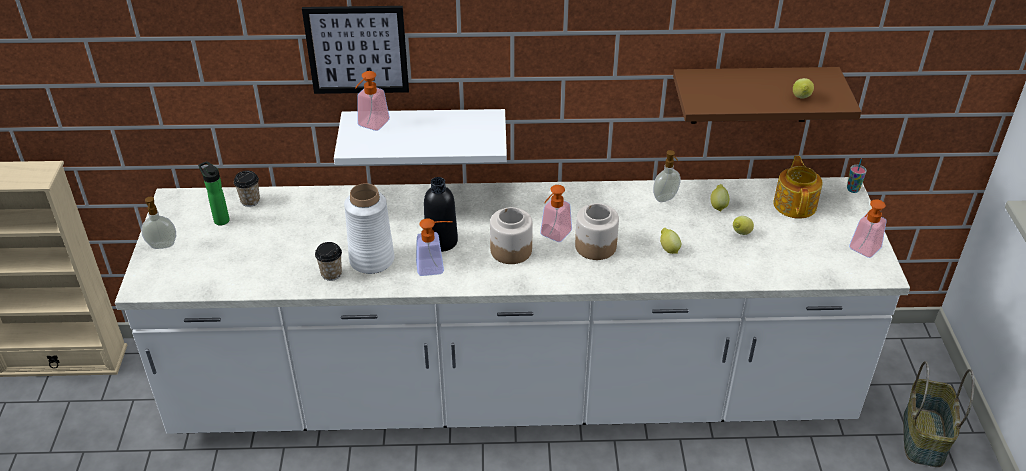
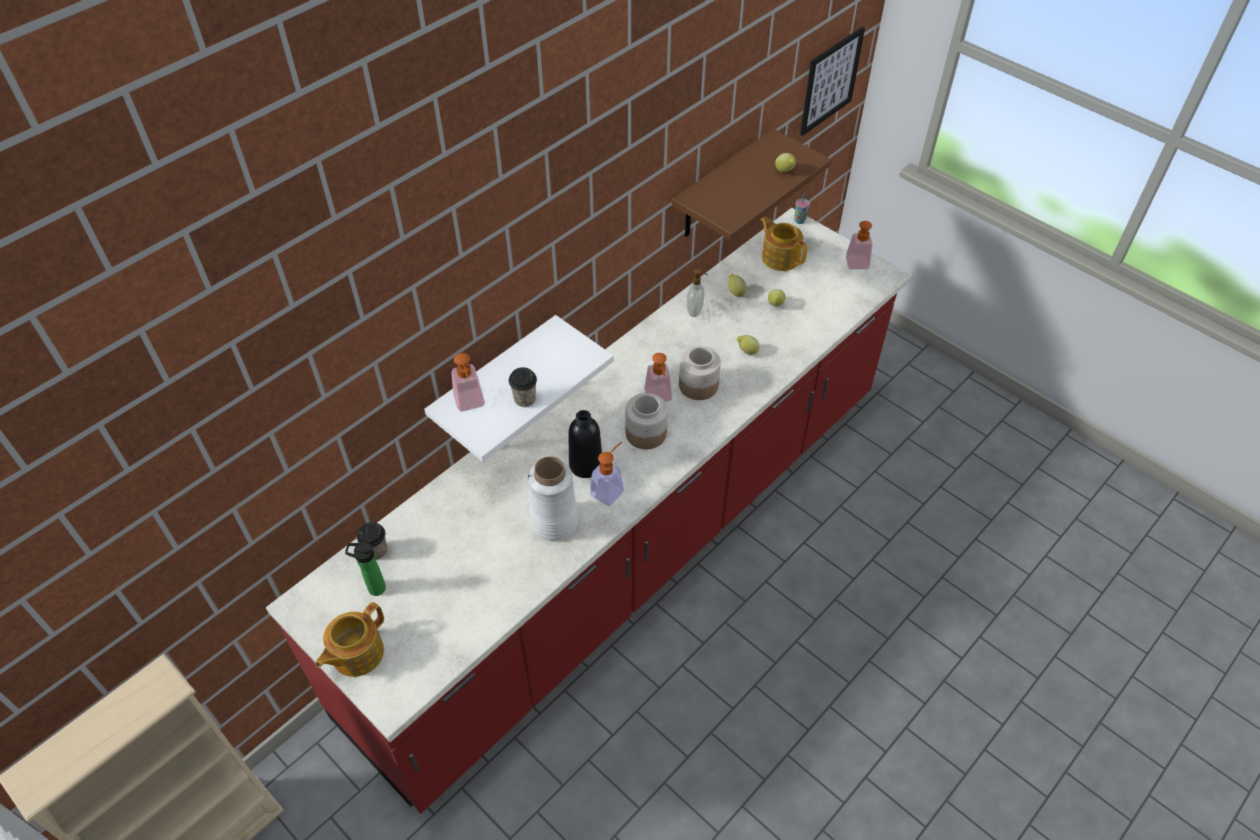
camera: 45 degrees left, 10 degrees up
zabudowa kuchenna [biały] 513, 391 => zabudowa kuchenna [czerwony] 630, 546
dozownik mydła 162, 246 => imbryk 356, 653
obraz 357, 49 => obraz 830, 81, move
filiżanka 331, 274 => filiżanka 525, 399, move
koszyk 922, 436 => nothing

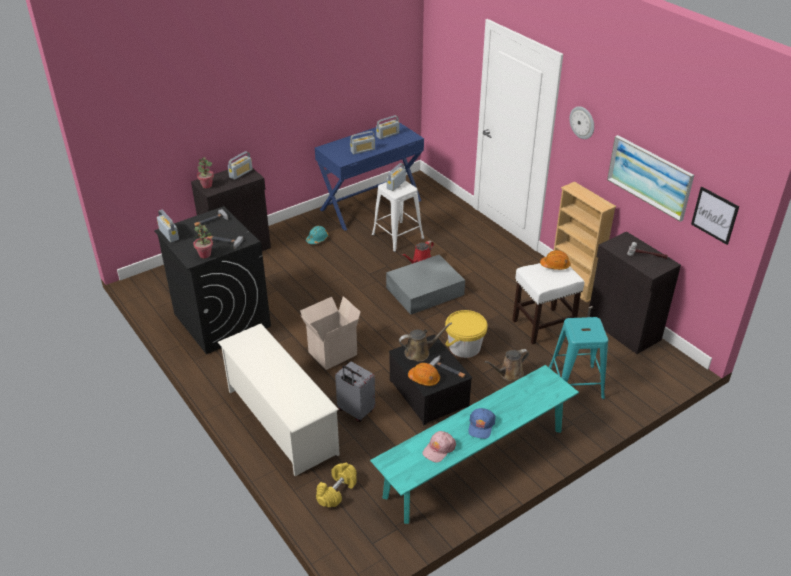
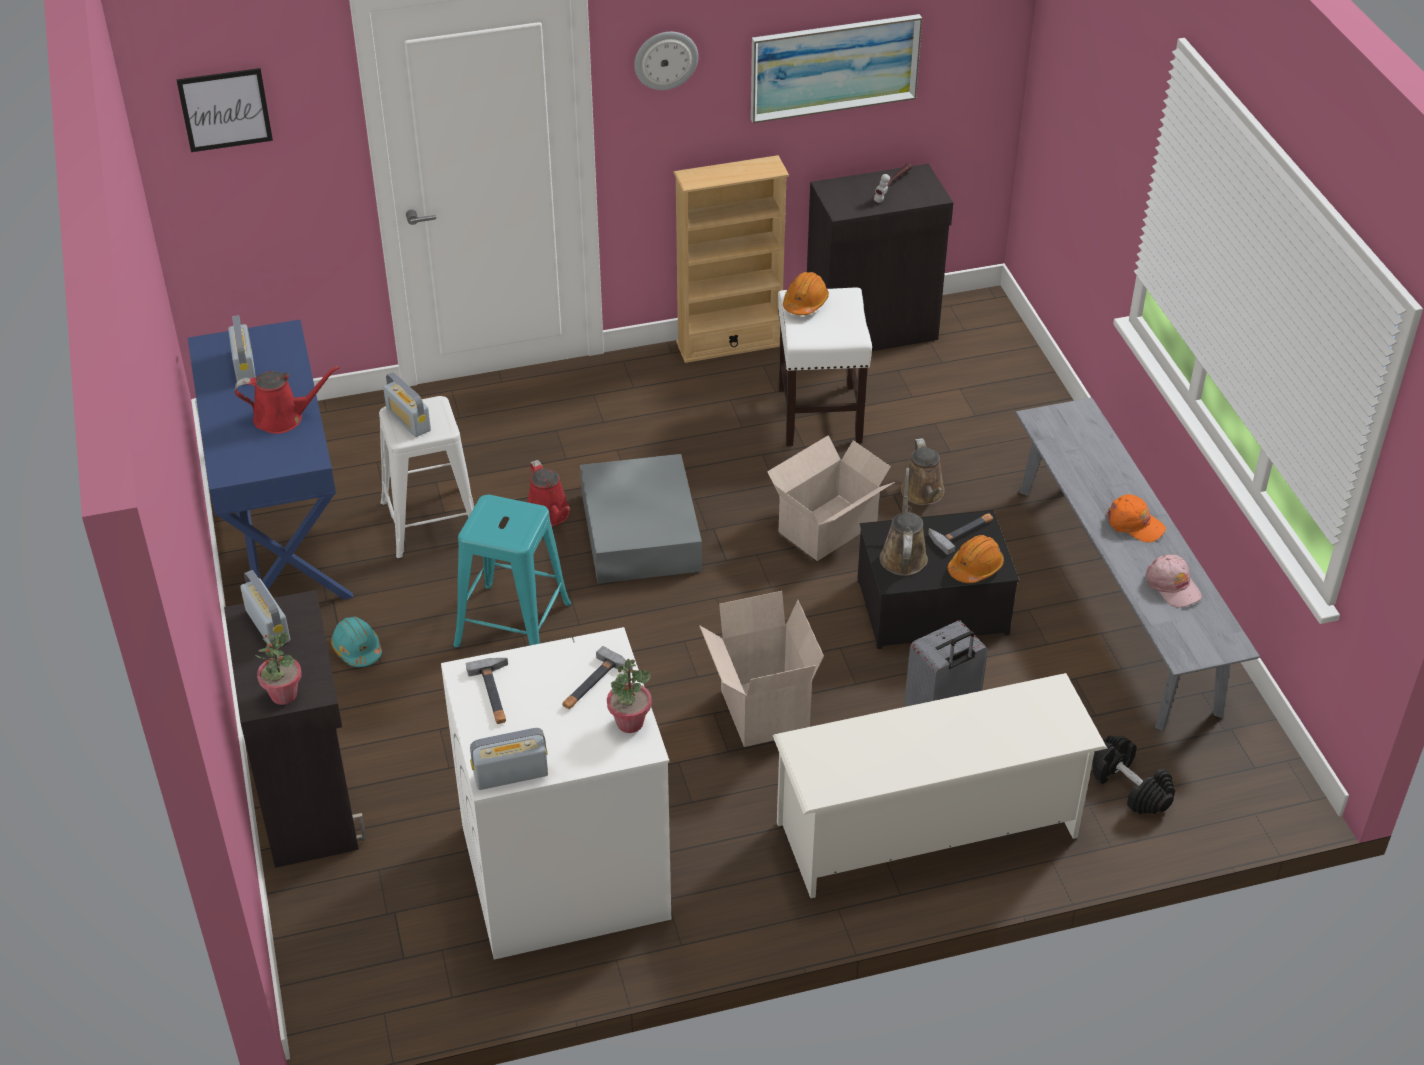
camera: 70 degrees left, 5 degrees up
pralka [czarny] 221, 319 => pralka [biały] 563, 873
hantel [żółty] 336, 491 => hantel [czarny] 1128, 787
radio 362, 150 => konewka [czerwony] 284, 418
ławka [turkusowy] 475, 462 => ławka [szary] 1116, 596
wiadro [żółty] 464, 347 => karton 830, 526
czapka z daszkiem [niebieski] 481, 426 => czapka z daszkiem [pomarańczowy] 1134, 524
stołek [turkusowy] 575, 383 => stołek [turkusowy] 513, 624, move
obraz 714, 215 => obraz 225, 109, move

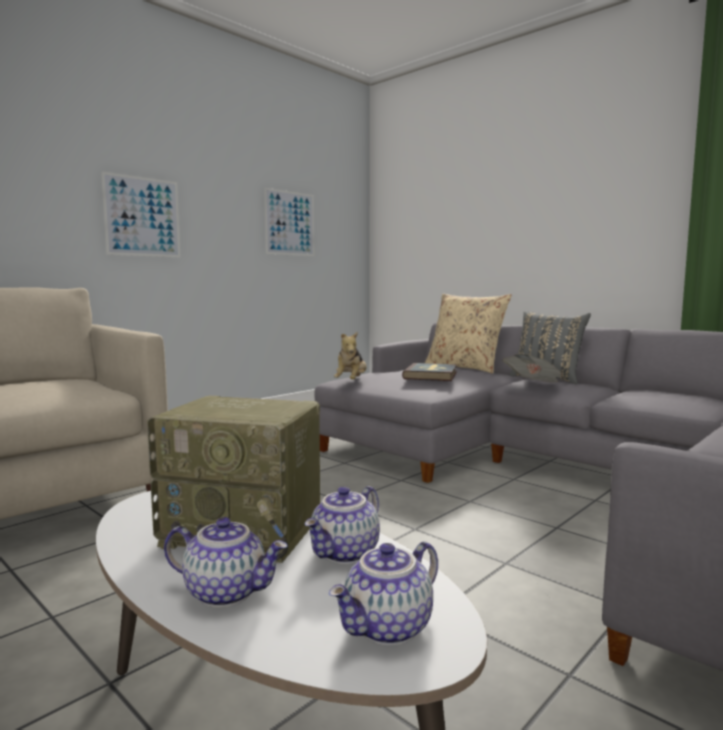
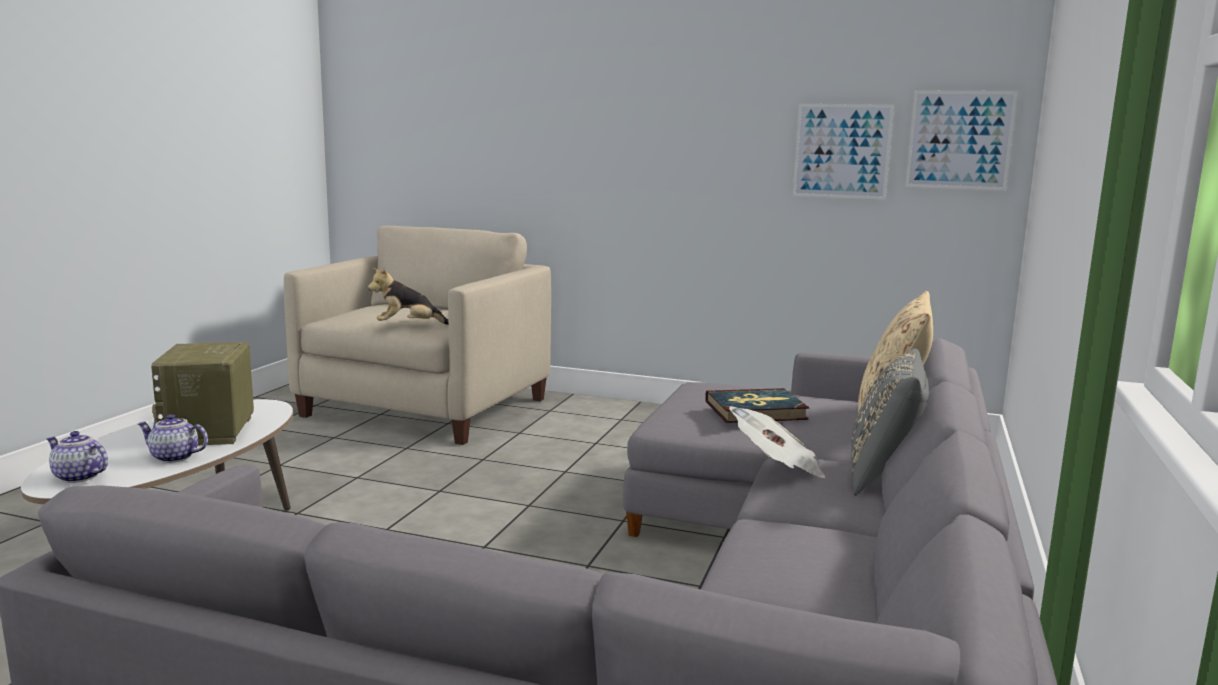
camera: 65 degrees right, 5 degrees up
obraz 142, 217 => obraz 959, 140, move
imbryk 227, 592 => nothing
pluszak 351, 382 => pluszak 408, 326, move

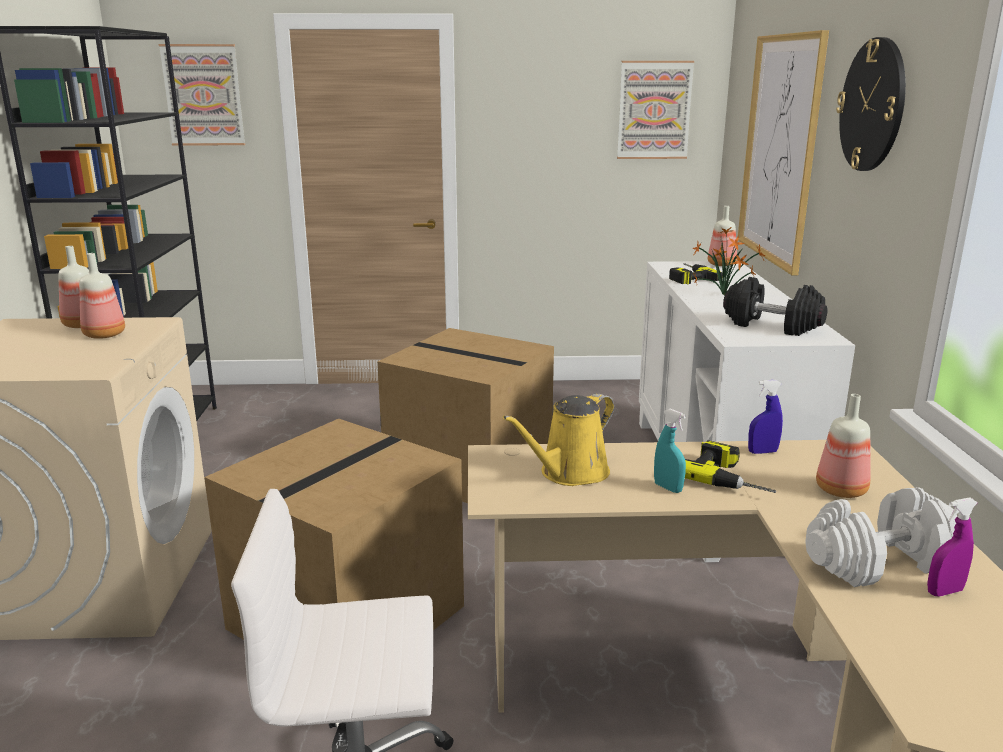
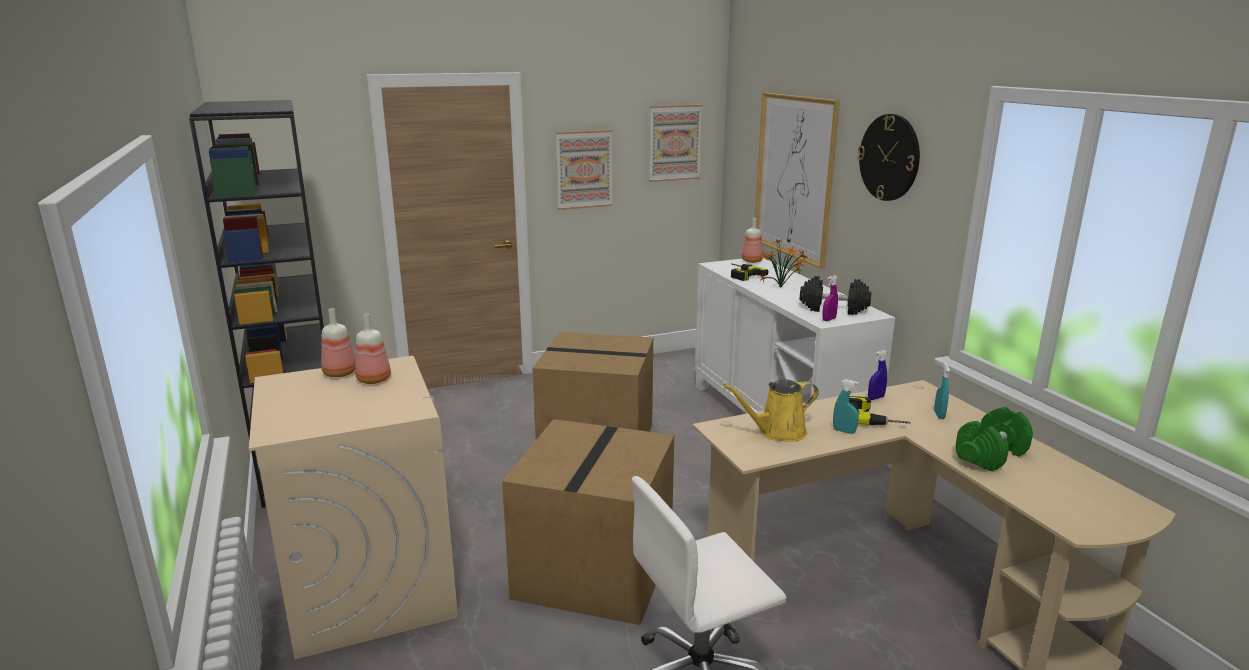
camera: 20 degrees left, 0 degrees up
obraz 203, 95 => obraz 584, 169, move
konewka [żółty] 569, 473 => konewka [żółty] 777, 432, 45 degrees clockwise
hantel [biały] 877, 561 => hantel [zielony] 990, 454
butelka 842, 490 => spryskiwacz [turkusowy] 939, 415
spryskiwacz [fioletowy] 944, 591 => spryskiwacz [fioletowy] 829, 319, move

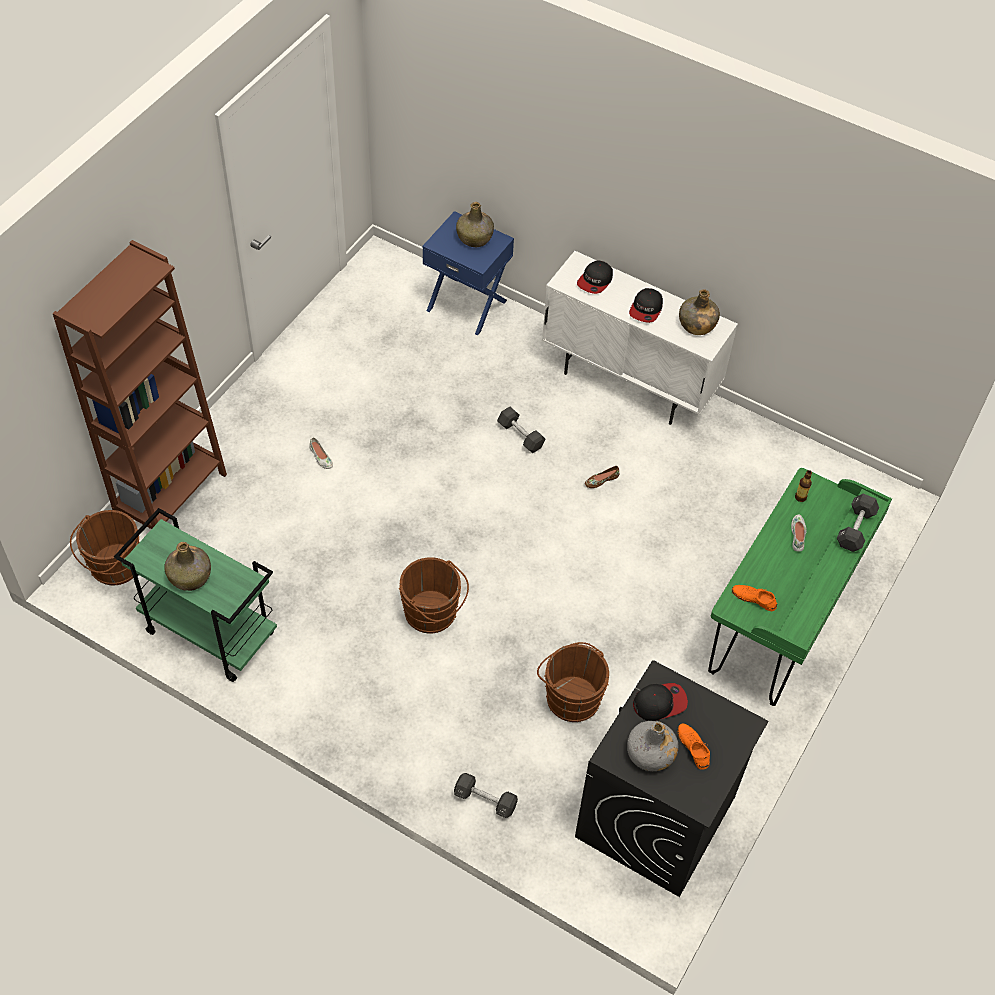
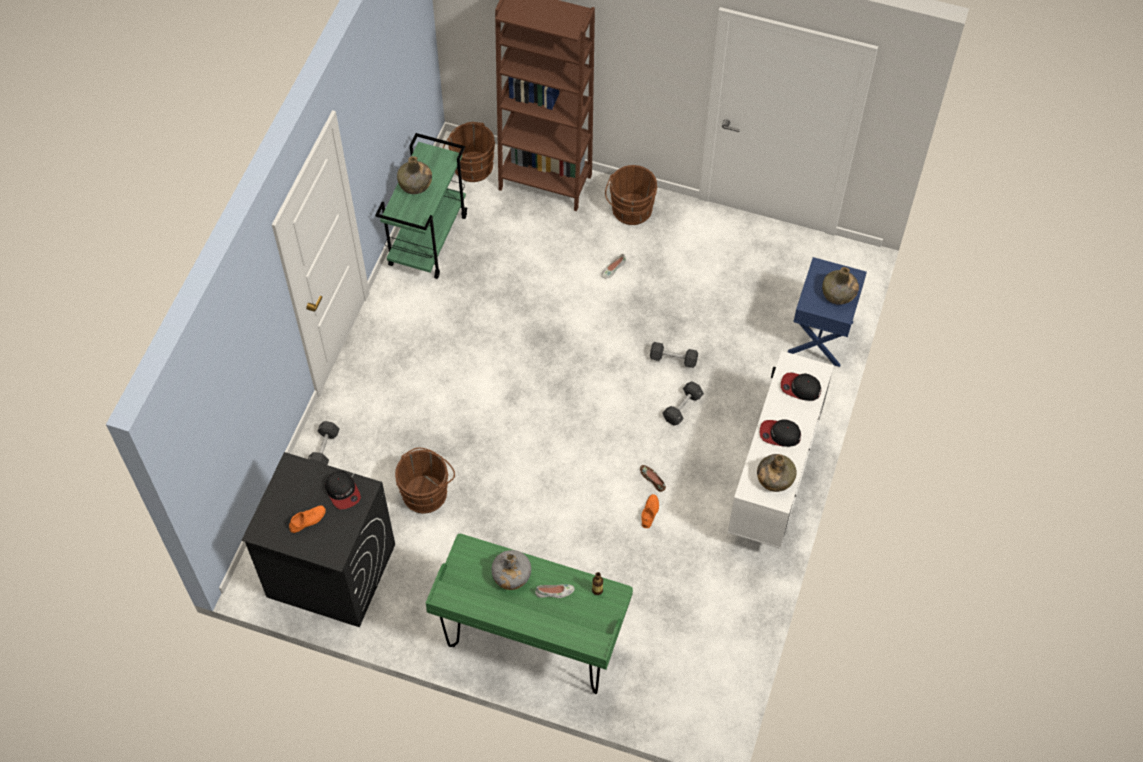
camera: 80 degrees right, 5 degrees up
wiadro [brązowy] 433, 614 => wiadro [brązowy] 631, 211, move
butelka [szary] 650, 754 => butelka [szary] 511, 575, move
but [pomarańczowy] 754, 599 => but [pomarańczowy] 650, 512, move
hantel [czarny] 855, 529 => hantel [czarny] 673, 359, move

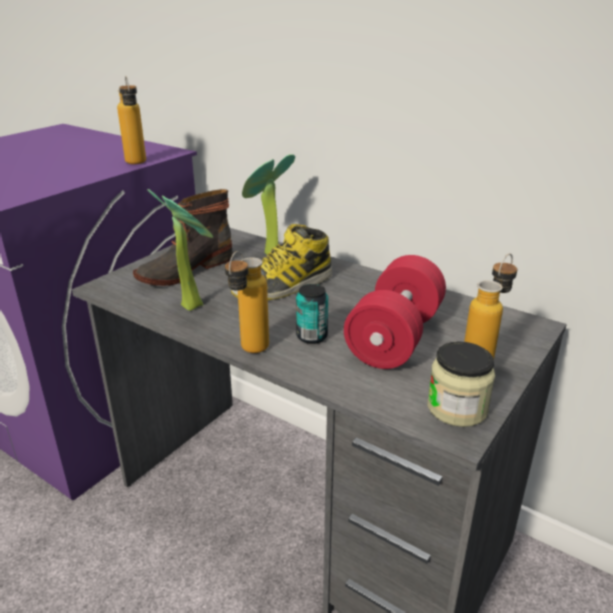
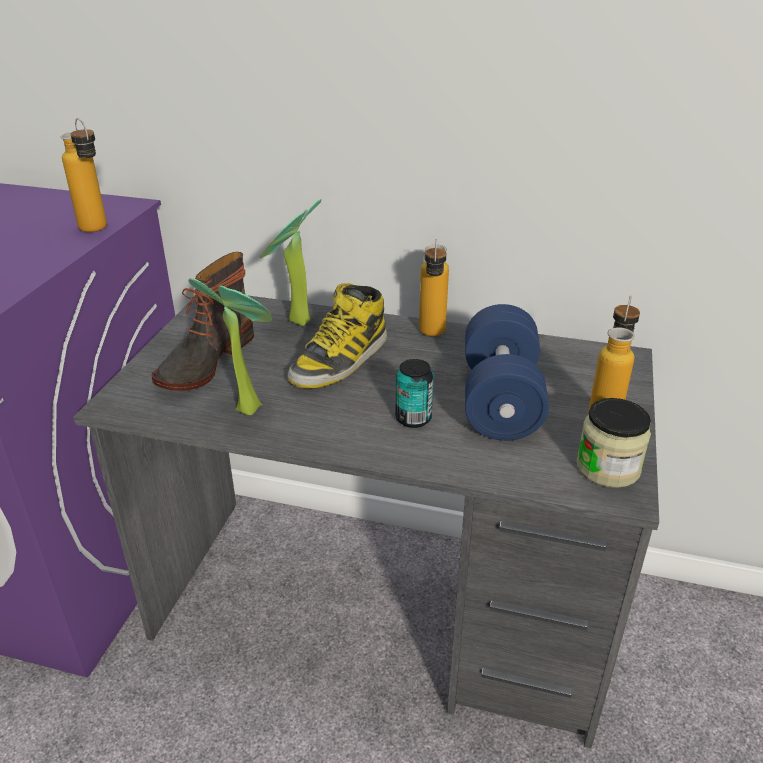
camera: 20 degrees left, 5 degrees up
butelka 249, 352 => butelka 432, 336, move
hantel [czerwony] 395, 337 => hantel [niebieski] 500, 400

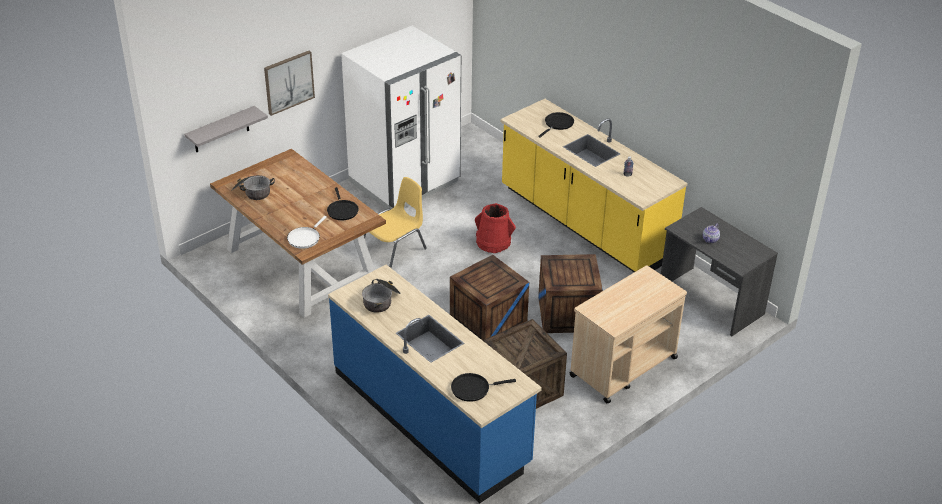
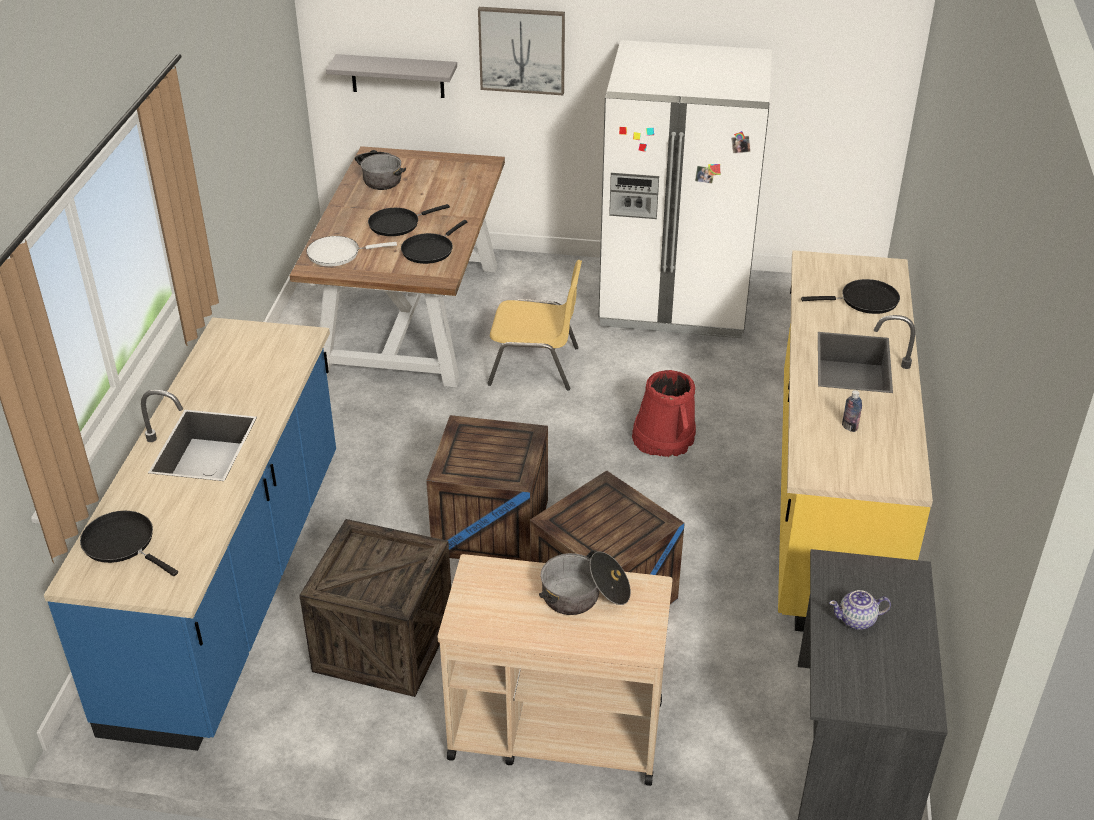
camera: 50 degrees right, 0 degrees up
garnek 381, 301 => garnek 584, 596, move
nothing => patelnia [czarny] 397, 224

